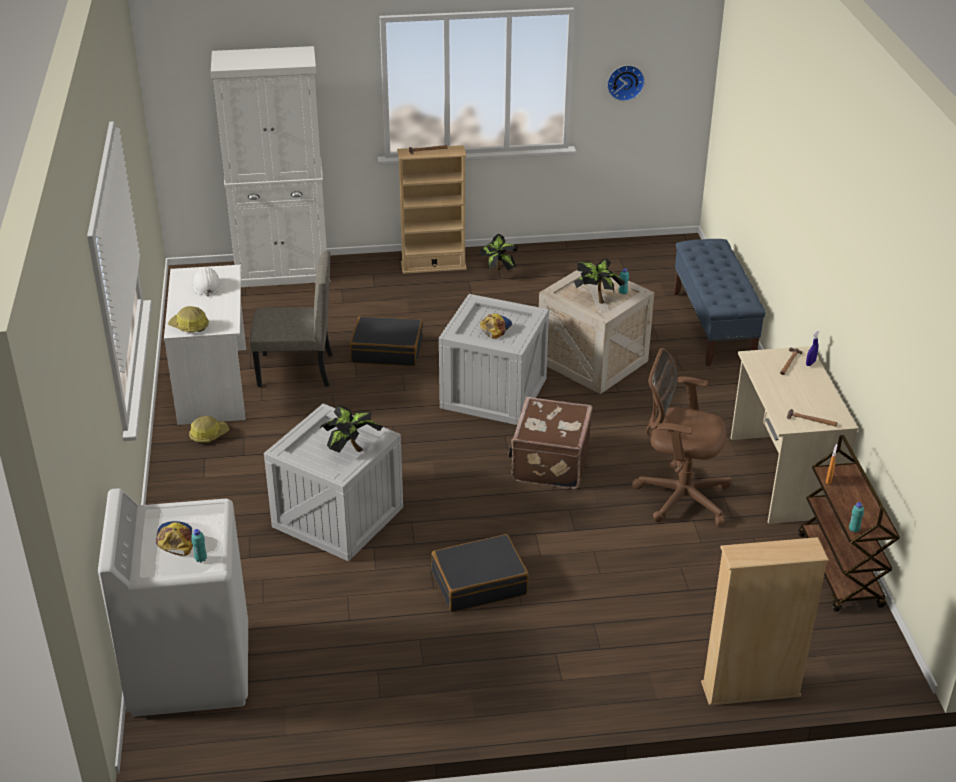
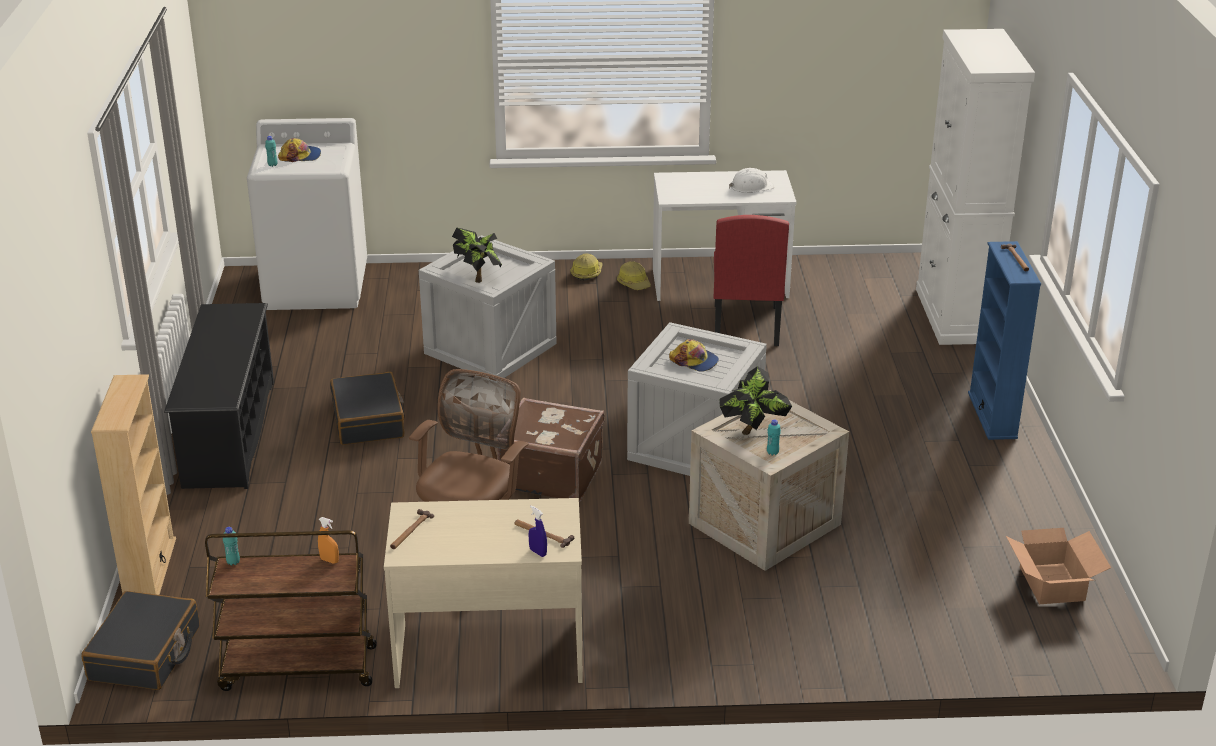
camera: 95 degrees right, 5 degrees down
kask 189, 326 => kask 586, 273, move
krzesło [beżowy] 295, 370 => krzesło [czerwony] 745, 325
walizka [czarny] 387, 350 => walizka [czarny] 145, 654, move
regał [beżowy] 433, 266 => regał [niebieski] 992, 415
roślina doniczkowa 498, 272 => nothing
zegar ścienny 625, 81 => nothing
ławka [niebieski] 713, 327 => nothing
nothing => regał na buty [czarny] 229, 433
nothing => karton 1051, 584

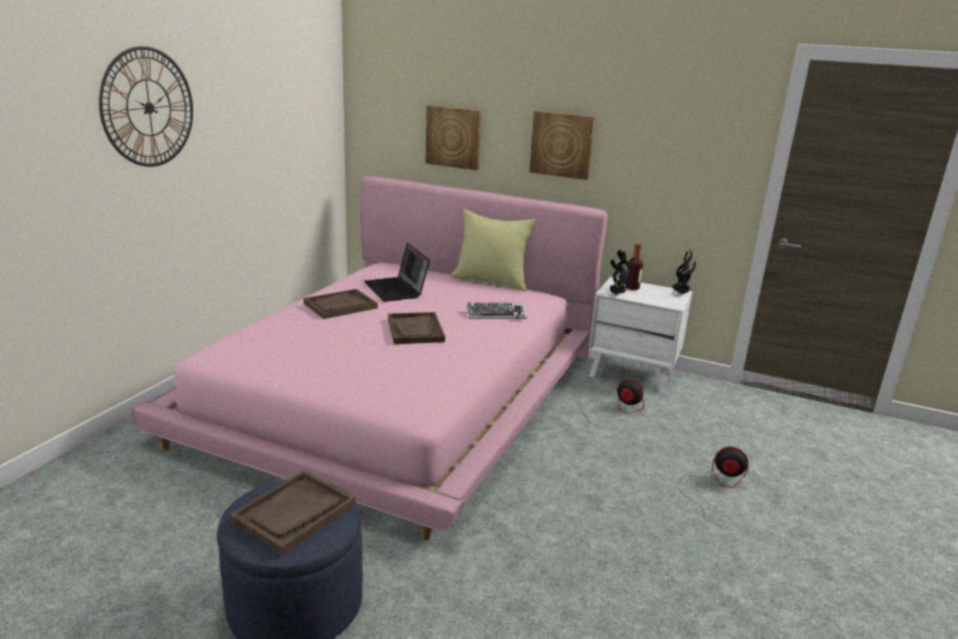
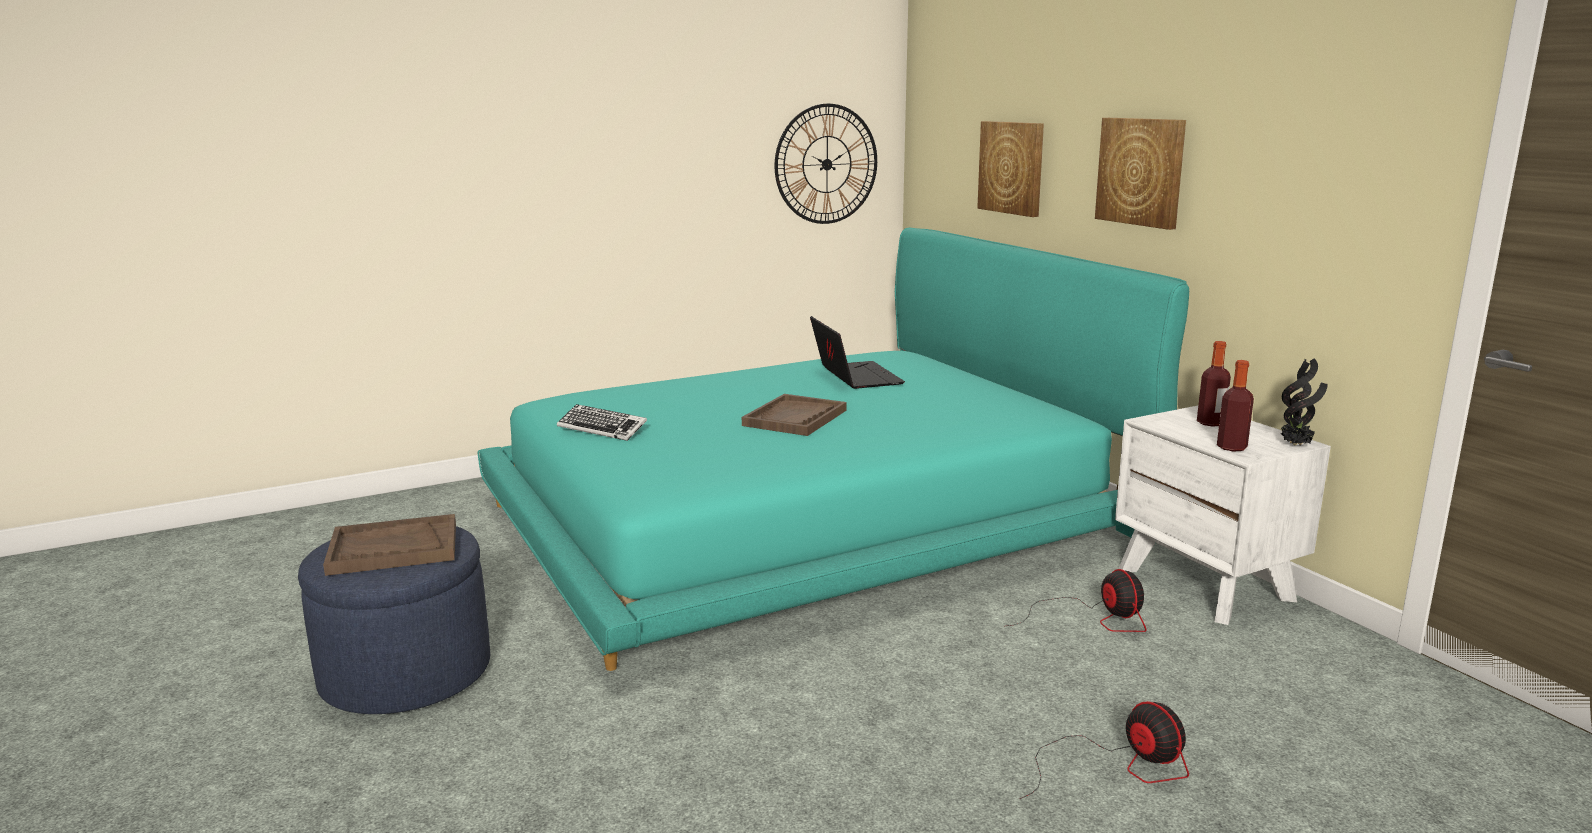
camera: 40 degrees right, 5 degrees down
zegar ścienny 148, 108 => zegar ścienny 826, 164, move
łóżko [różowy] 400, 392 => łóżko [turkusowy] 809, 518
taca [brązowy] 340, 306 => nothing
laptop 397, 290 => laptop 854, 377, 150 degrees clockwise
poduszka [żółty] 491, 281 => nothing
klawiatura 496, 314 => klawiatura 602, 428, move
roślina doniczkowa 616, 294 => nothing
nothing => butelka 1231, 447

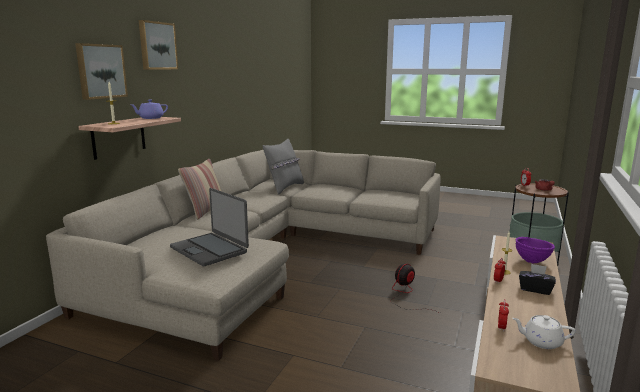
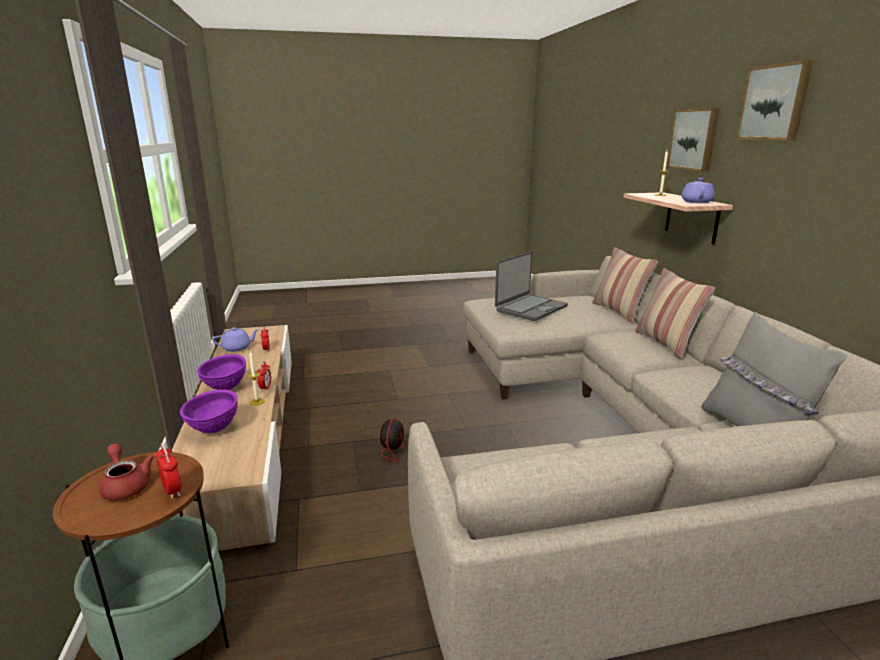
camera: 145 degrees right, 5 degrees up
laptop 209, 250 => laptop 530, 308, 120 degrees clockwise
imbryk [biały] 541, 342 => imbryk [fioletowy] 237, 348
pudełko chusteczek [czarny] 535, 289 => miska [fioletowy] 225, 389
nothing => poduszka 619, 311

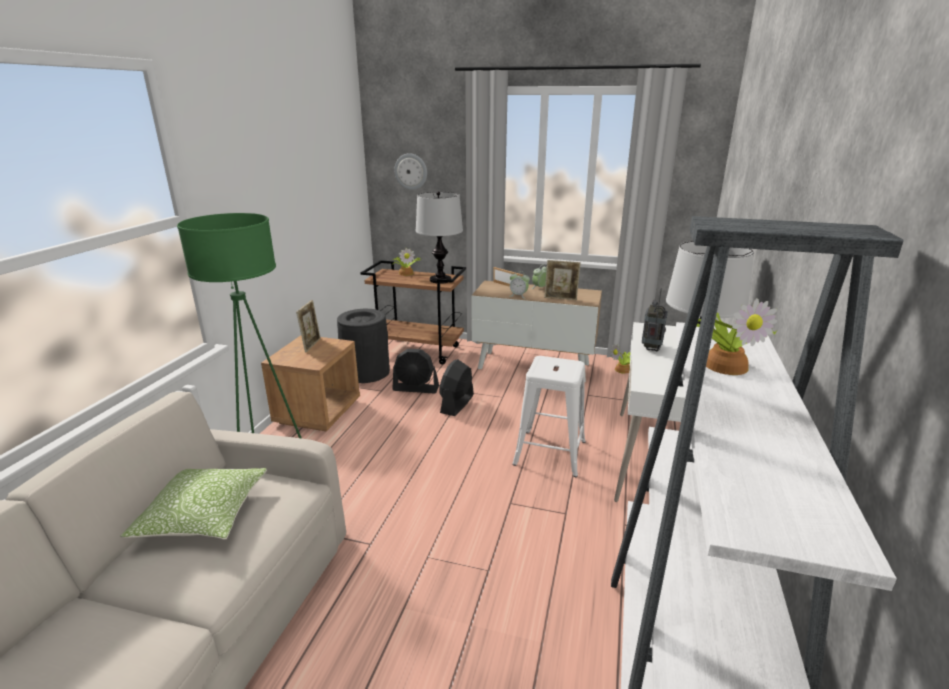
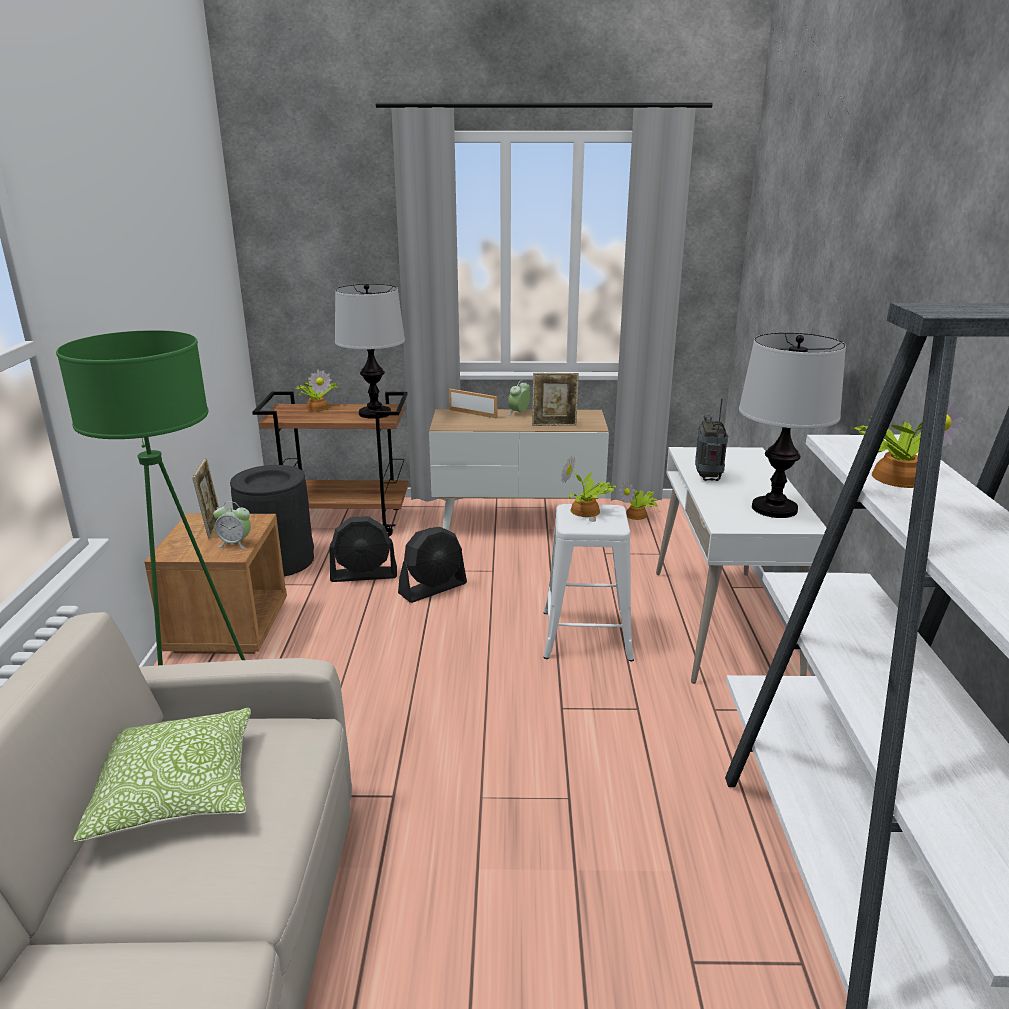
camera: 15 degrees left, 0 degrees up
zegar ścienny 411, 171 => nothing
wentylator [czarny] 457, 404 => wentylator [czarny] 433, 588, 135 degrees counterclockwise
budzik 518, 296 => budzik 235, 544, move
nothing => roślina doniczkowa 586, 511

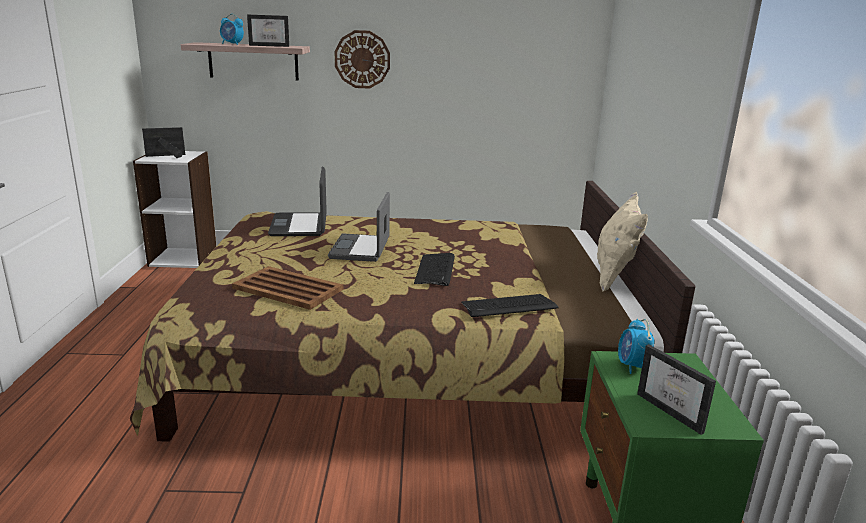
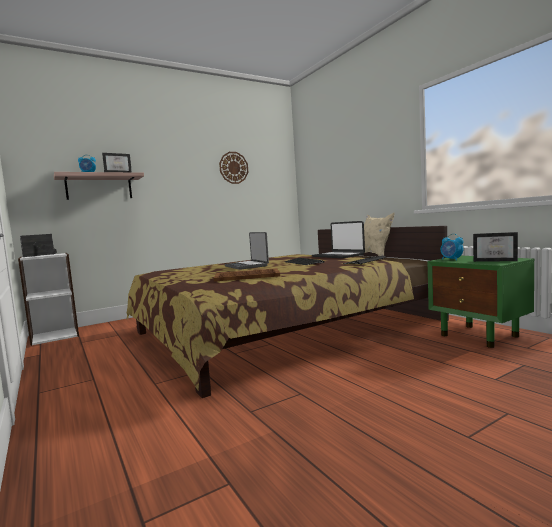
camera: 30 degrees left, 15 degrees down
laptop 300, 226 => laptop 338, 256, move
zegar ścienny 362, 59 => zegar ścienny 233, 167, move

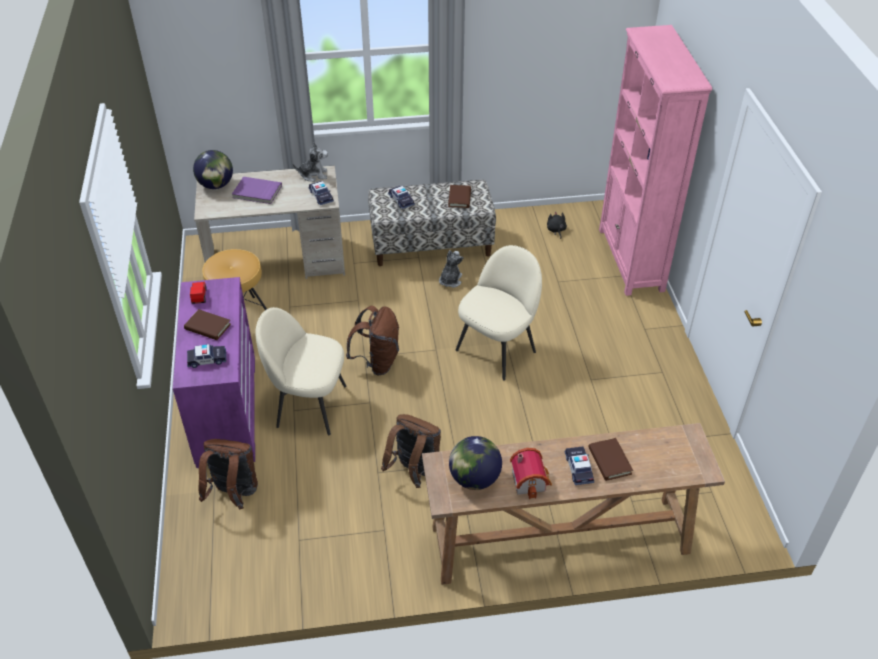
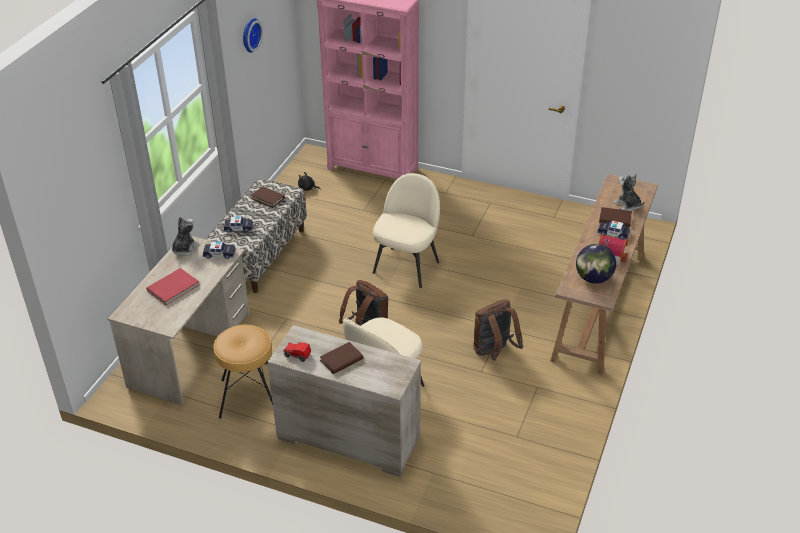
camera: 60 degrees left, 5 degrees down
komoda [fioletowy] 226, 410 => komoda [beżowy] 348, 439
samochodzik 207, 359 => nothing
globus 216, 185 => nothing
plecak [brązowy] 233, 494 => nothing
książka [fioletowy] 257, 192 => książka [czerwony] 174, 288
pluszak 450, 280 => pluszak 627, 205, move
krzesło [beżowy] 497, 349 => krzesło [beżowy] 407, 266, 45 degrees clockwise
nothing => zegar ścienny 249, 34

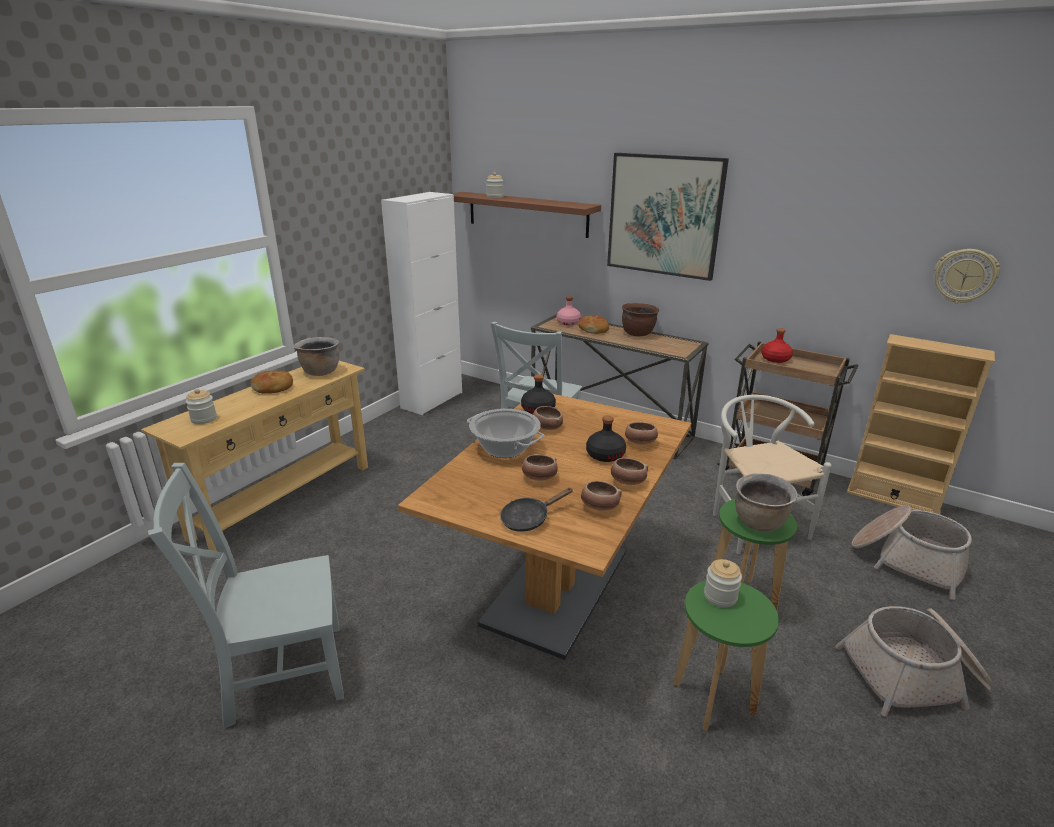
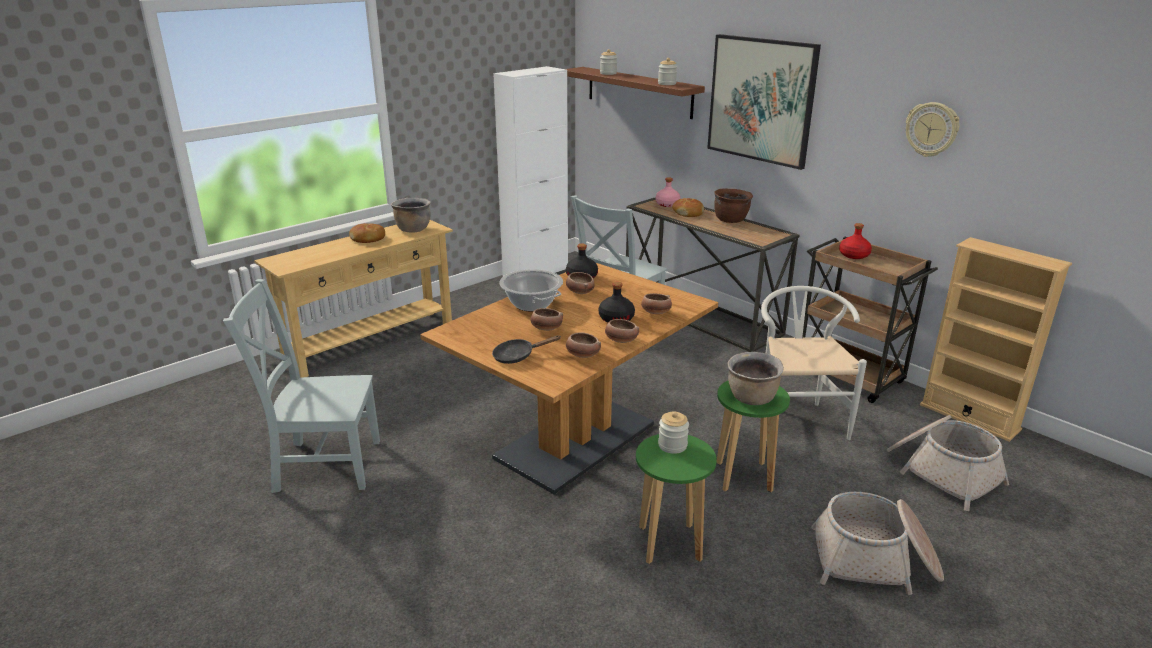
camera: 15 degrees right, 0 degrees up
słoik 204, 419 => słoik 667, 84, move
zegar ścienny 964, 276 => zegar ścienny 931, 129, move

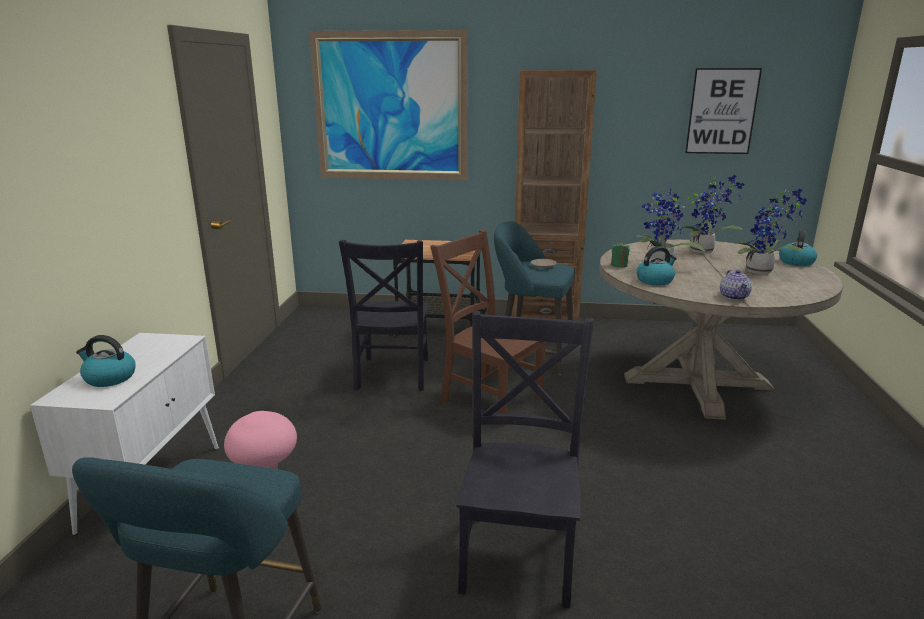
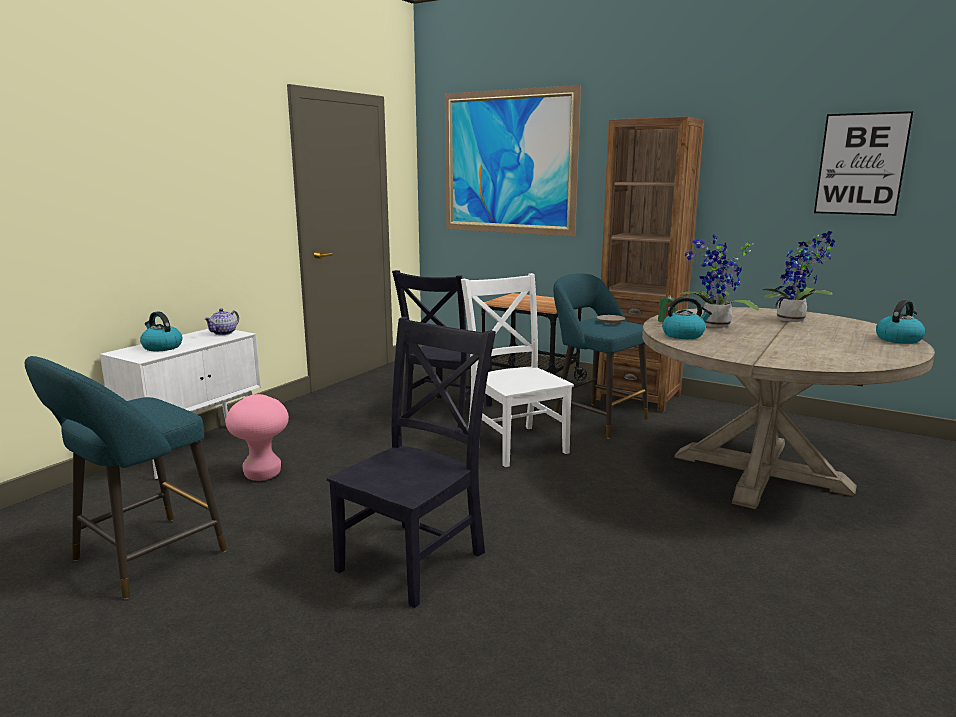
camera: 25 degrees right, 5 degrees down
krzesło [brązowy] 488, 397 => krzesło [biały] 516, 443
imbryk 734, 297 => imbryk 224, 333, move
roślina doniczkowa 762, 272 => nothing

